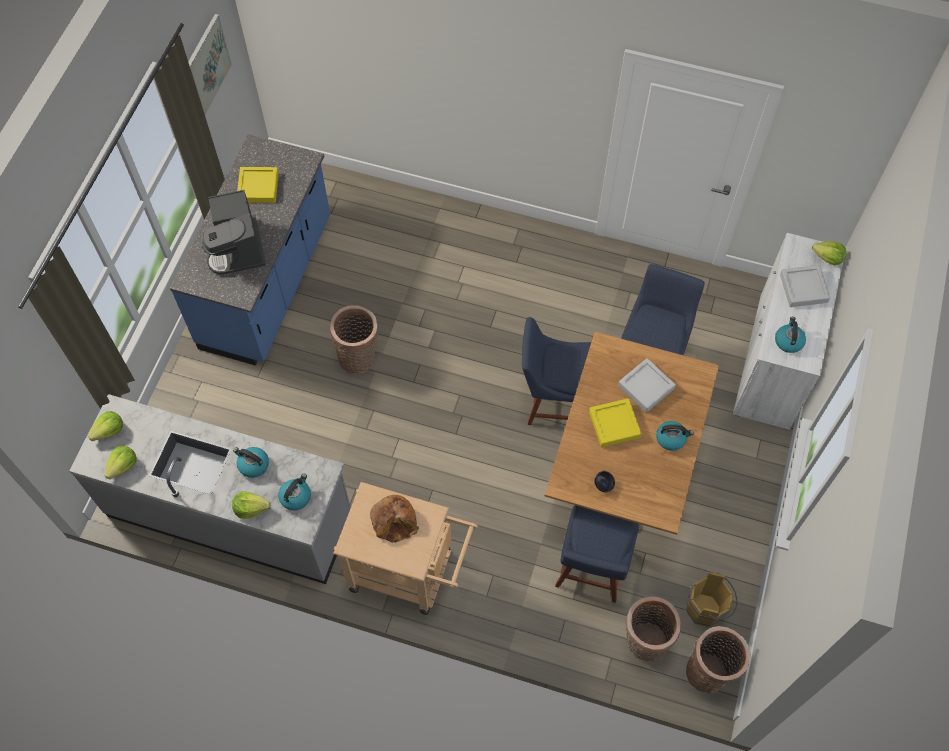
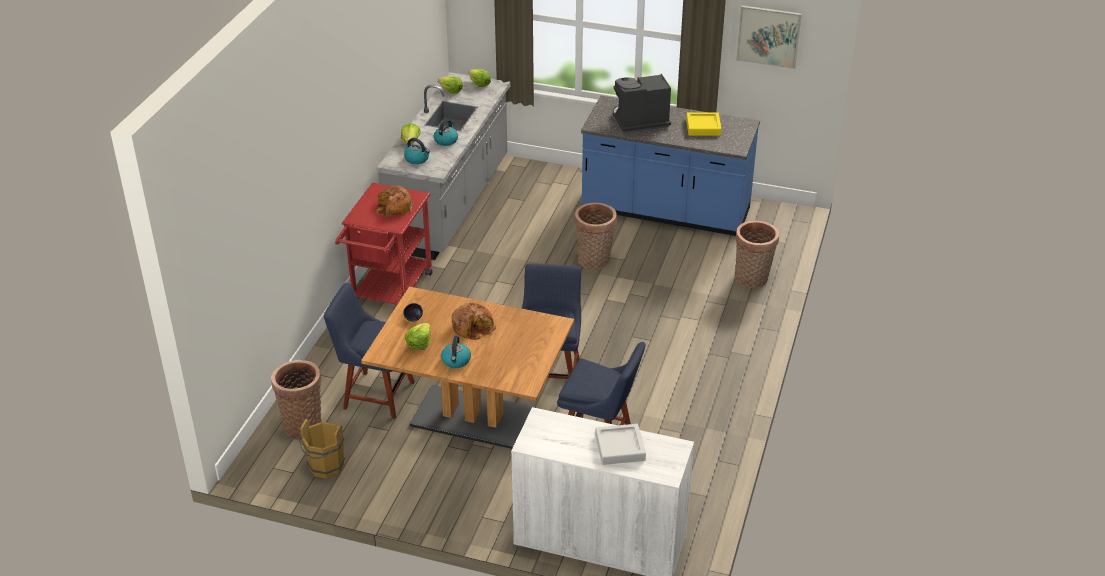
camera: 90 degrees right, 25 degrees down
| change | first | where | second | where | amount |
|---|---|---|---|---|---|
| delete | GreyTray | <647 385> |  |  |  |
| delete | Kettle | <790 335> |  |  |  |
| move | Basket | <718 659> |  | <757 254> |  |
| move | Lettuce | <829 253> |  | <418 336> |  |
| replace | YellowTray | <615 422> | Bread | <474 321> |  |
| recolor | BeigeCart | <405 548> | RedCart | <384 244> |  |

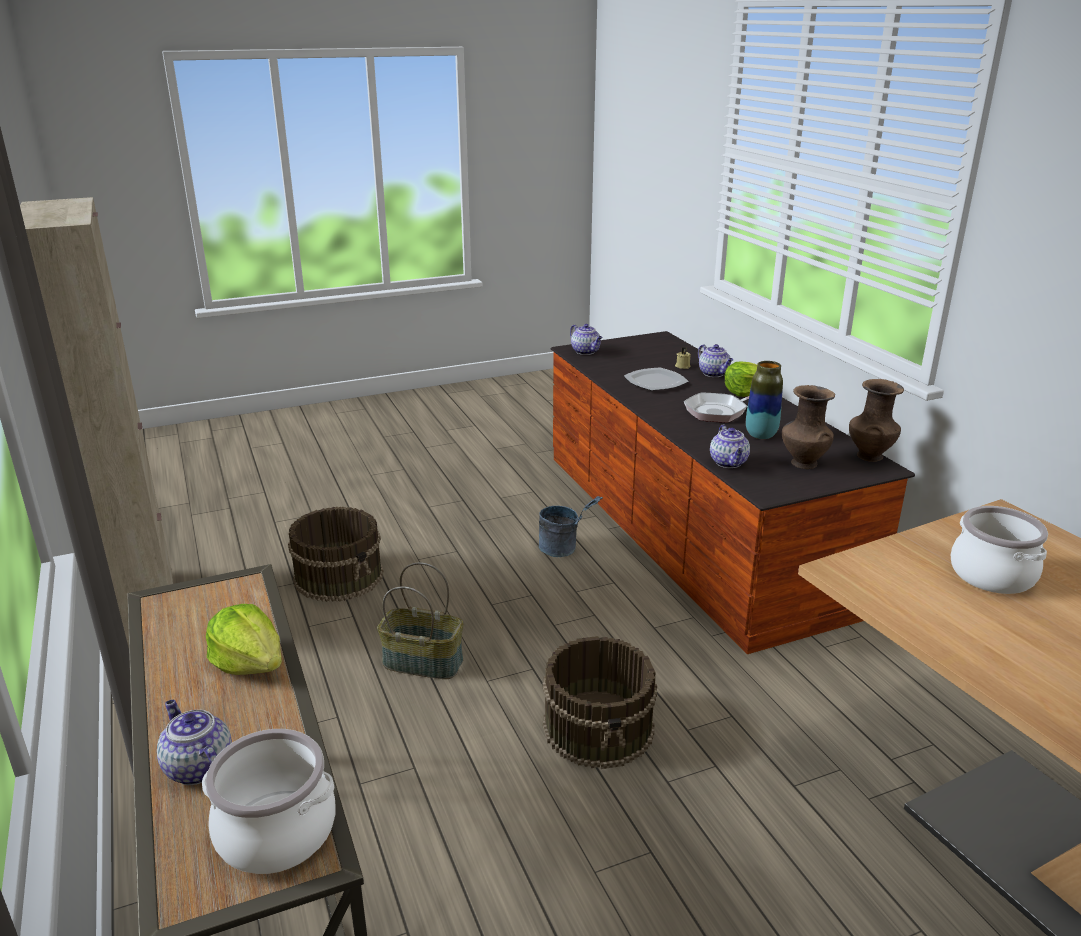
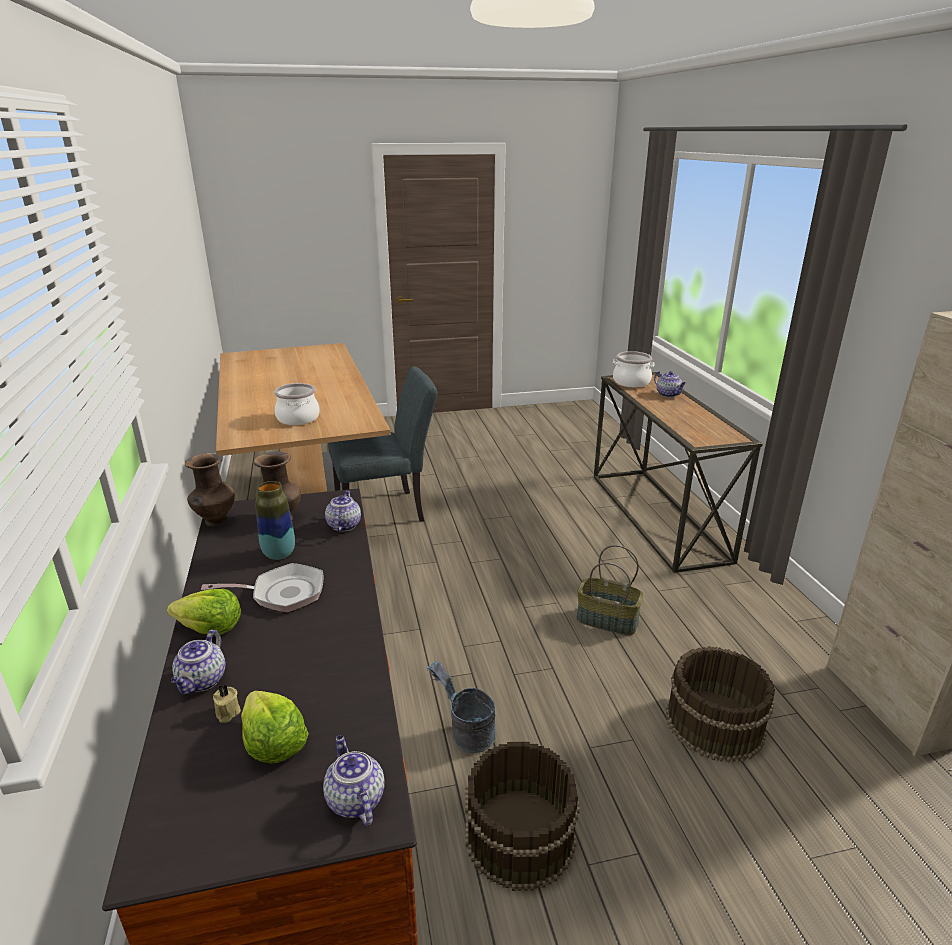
camera: 170 degrees left, 0 degrees up
| change | first | where | second | where | amount |
|---|---|---|---|---|---|
| delete | Plate | <656 379> |  |  |  |
| insert |  |  | GreyChair | <383 444> |  |
| move | Lettuce | <244 639> |  | <275 727> |  |
| move | BrownBucket | <599 702> |  | <522 816> |  |
| rotate | Teapot | <716 360> |  | <198 662> | 150 degrees counterclockwise |

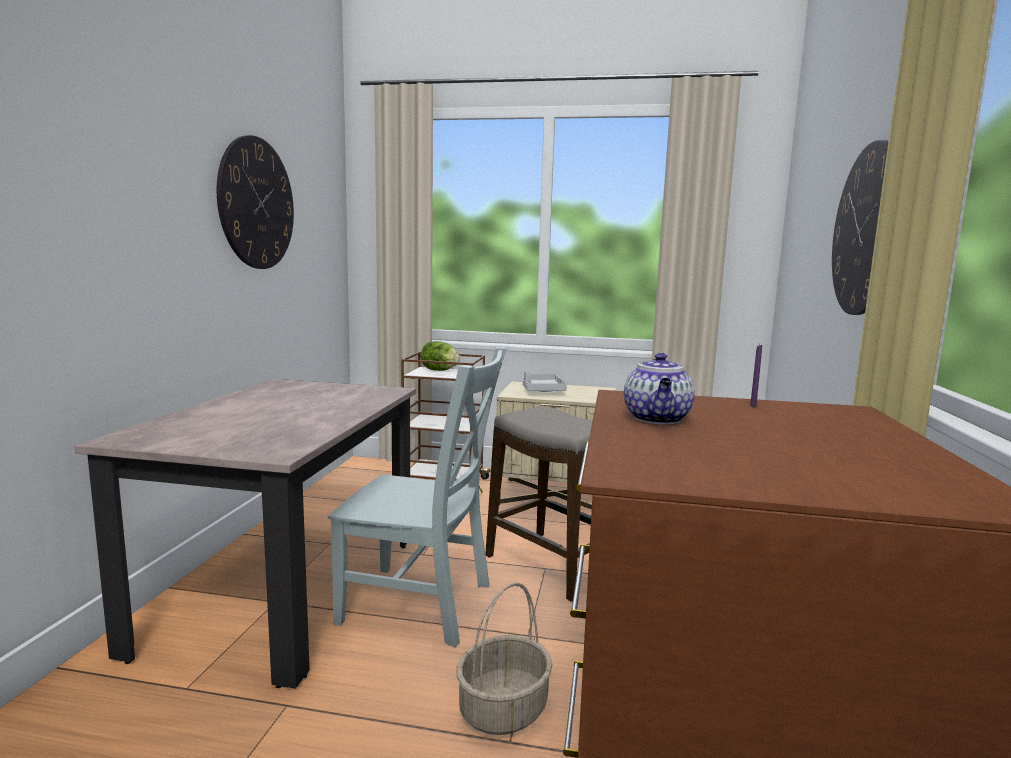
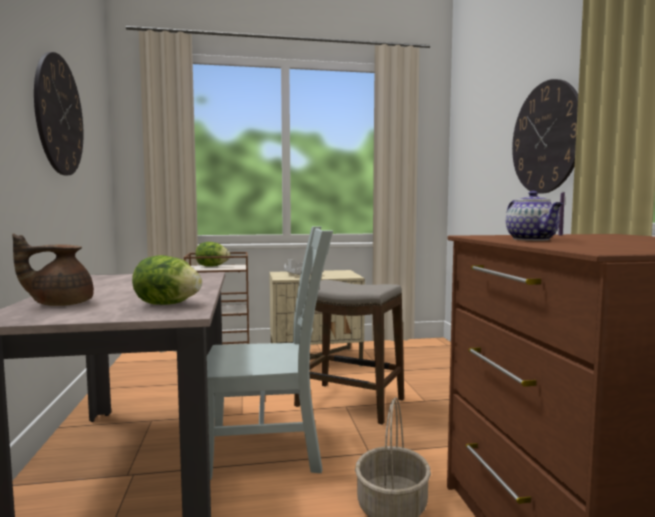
camera: 20 degrees left, 5 degrees down
| change | first | where | second | where | amount |
|---|---|---|---|---|---|
| insert |  |  | BrownTeapot | <53 269> |  |
| insert |  |  | Lettuce | <167 280> |  |

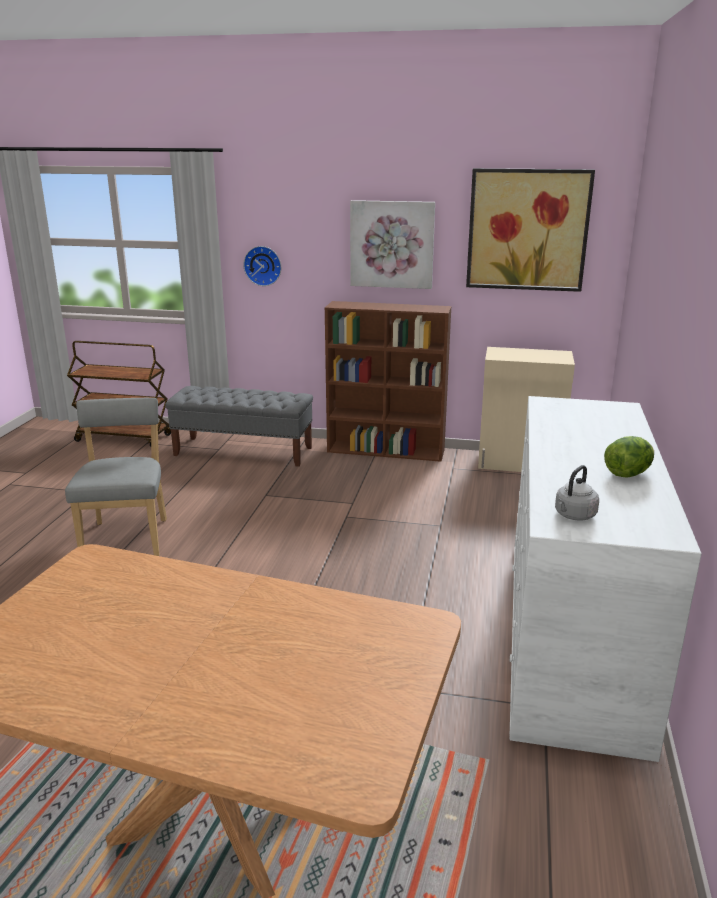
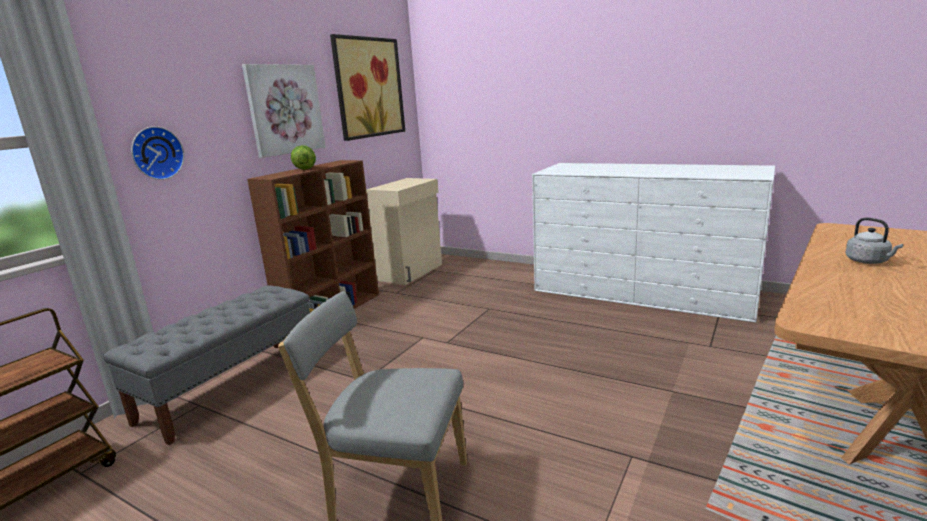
camera: 70 degrees left, 5 degrees down
| change | first | where | second | where | amount |
|---|---|---|---|---|---|
| move | GreyKettle | <577 493> |  | <875 240> |  |
| move | Lettuce | <629 456> |  | <303 157> |  |

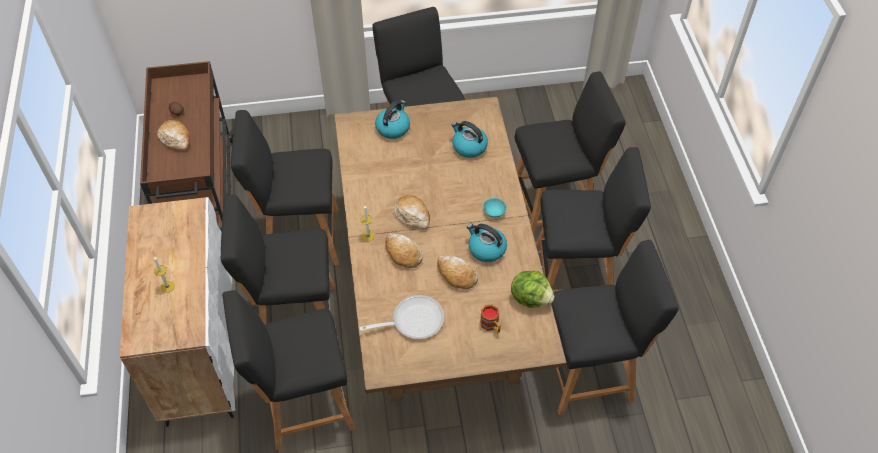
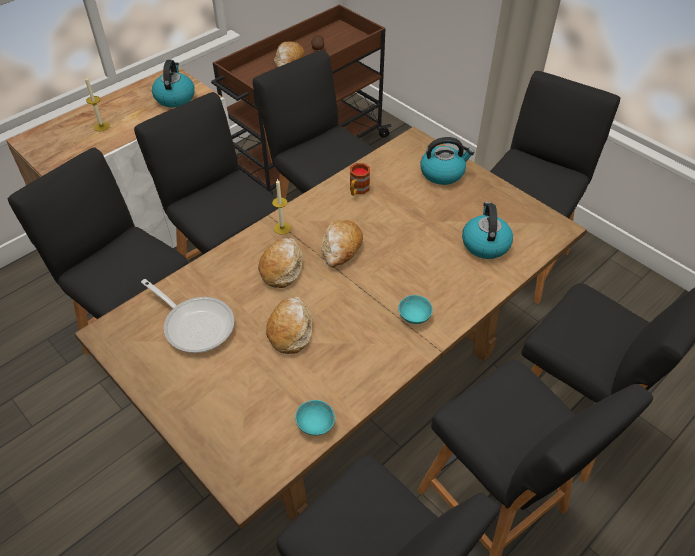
camera: 55 degrees right, 5 degrees down
| change | first | where | second | where | amount |
|---|---|---|---|---|---|
| move | Kettle | <487 242> |  | <173 84> |  |
| move | Mug | <490 319> |  | <360 179> |  |
| replace | Lettuce | <532 289> | TurquoiseBowl | <315 418> |  |

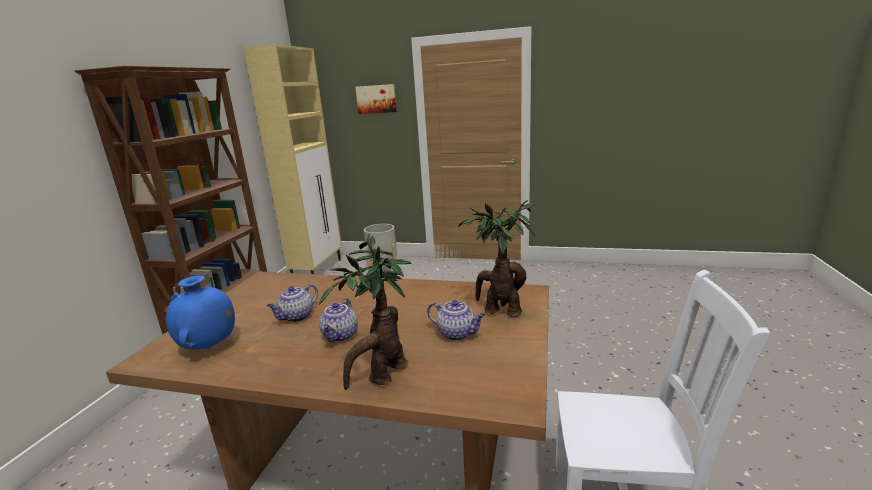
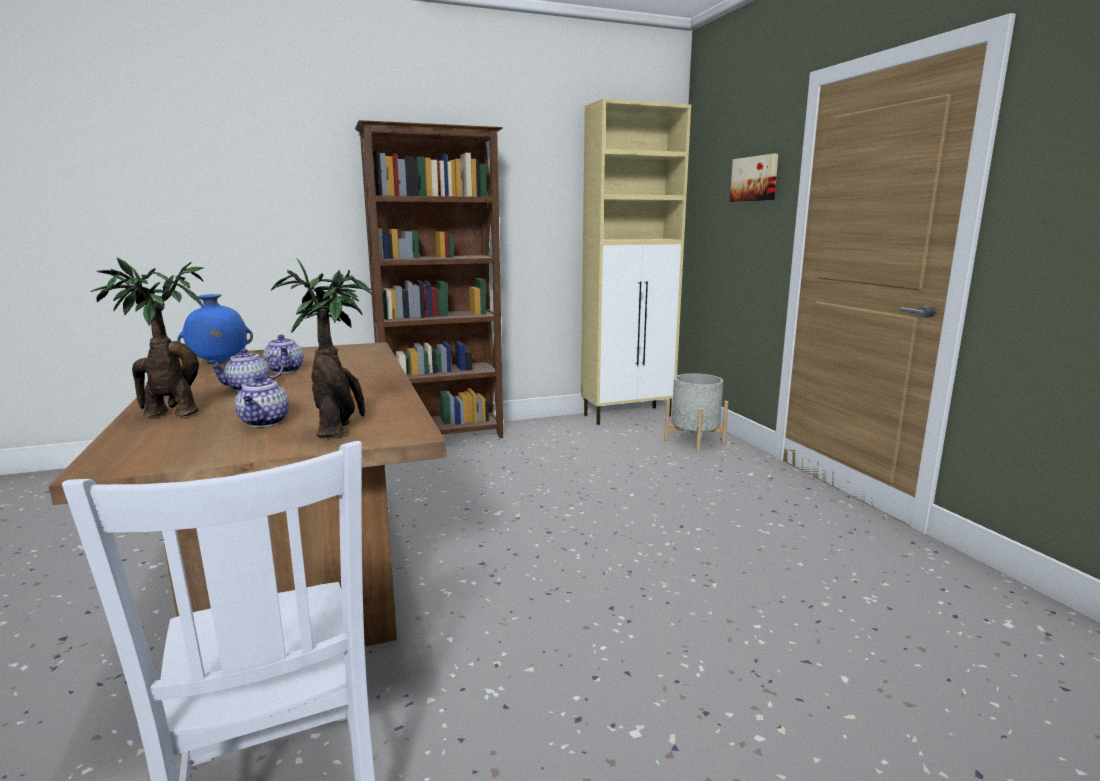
camera: 55 degrees right, 5 degrees down
| change | first | where | second | where | amount |
|---|---|---|---|---|---|
| rotate | Teapot | <292 303> |  | <283 354> | 120 degrees counterclockwise |

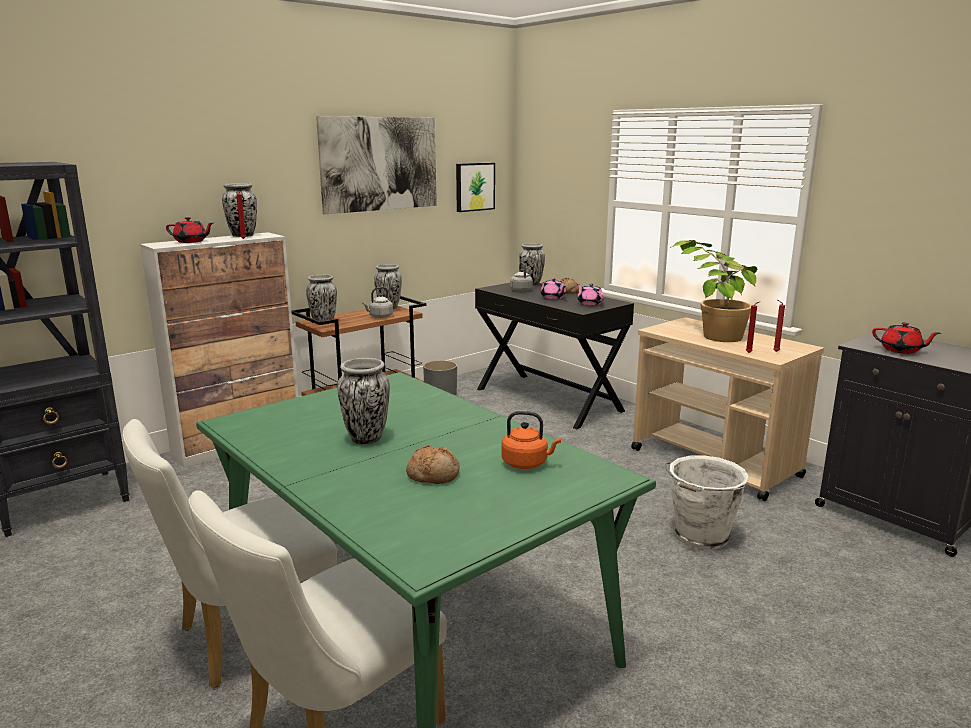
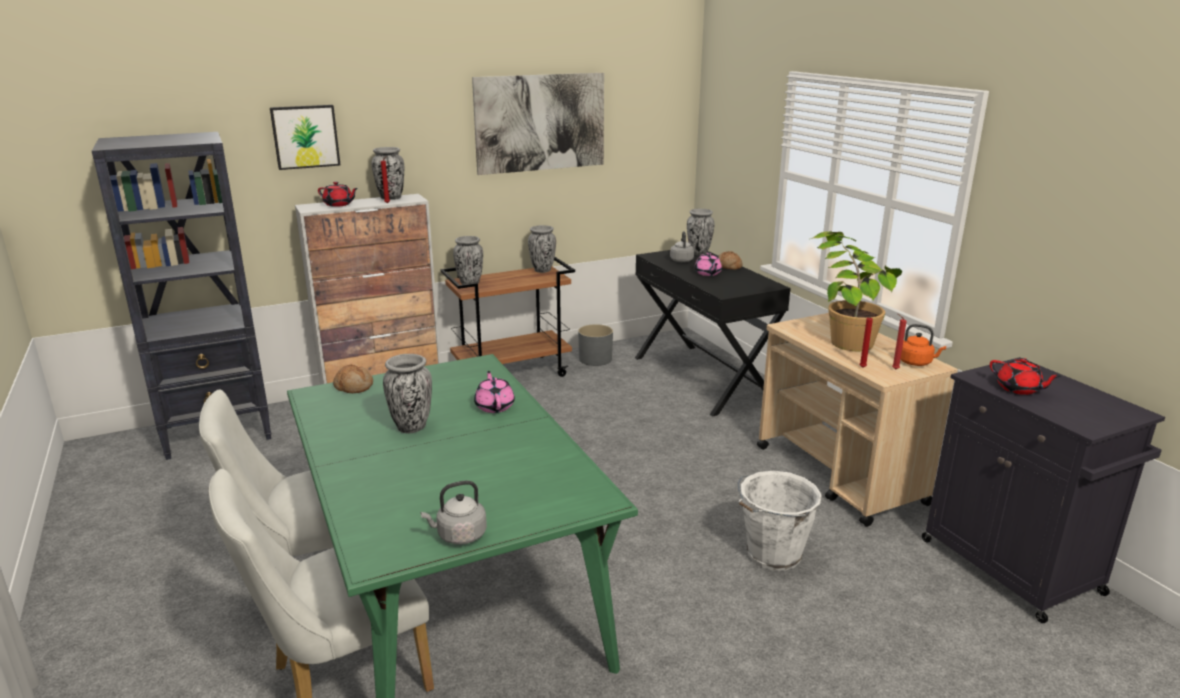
camera: 15 degrees right, 5 degrees up
| change | first | where | second | where | amount |
|---|---|---|---|---|---|
| move | GreyKettle | <377 302> |  | <454 512> |  |
| move | Bread | <433 464> |  | <353 378> |  |
| move | Picture | <475 187> |  | <305 137> |  |
| move | OrangeKettle | <531 440> |  | <923 345> |  |
| move | PinkTeapot | <590 294> |  | <494 392> |  |

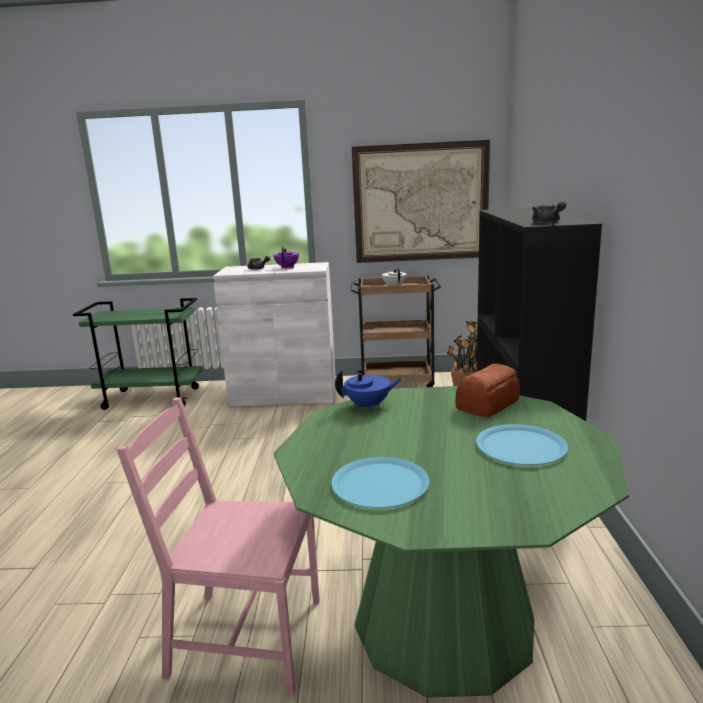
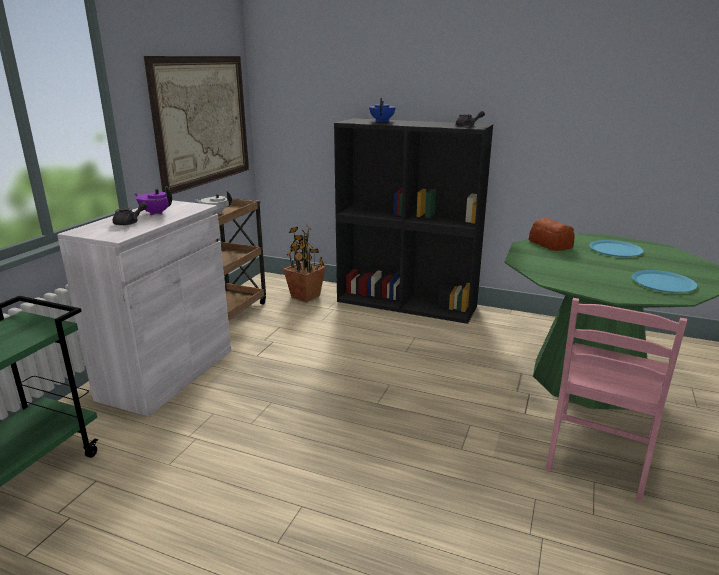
camera: 70 degrees left, 5 degrees up
| change | first | where | second | where | amount |
|---|---|---|---|---|---|
| move | BlueTeapot | <368 390> |  | <382 110> |  |

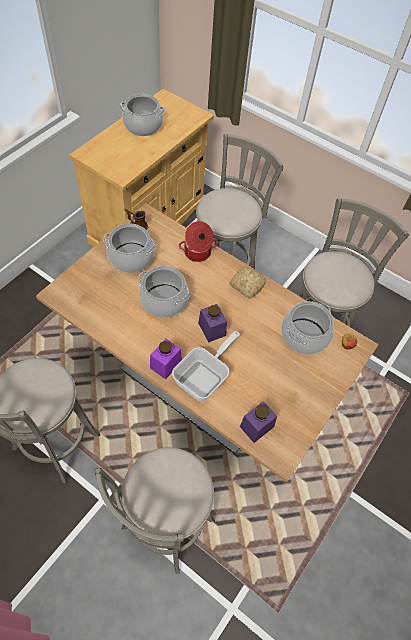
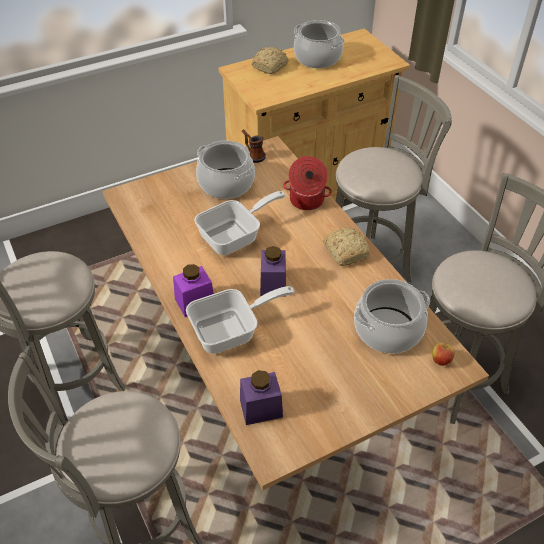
camera: 30 degrees right, 10 degrees down
| change | first | where | second | where | amount |
|---|---|---|---|---|---|
| insert |  |  | Bread | <270 60> |  |
| replace | CookingPot | <164 292> | FryingPan | <239 223> |  |

